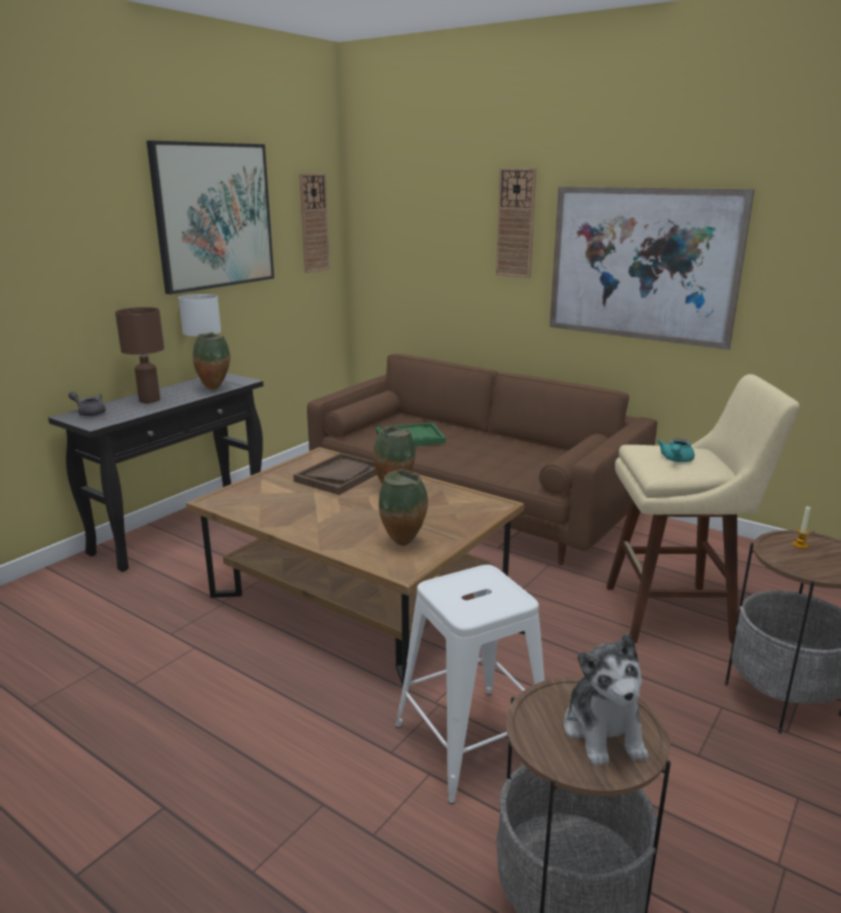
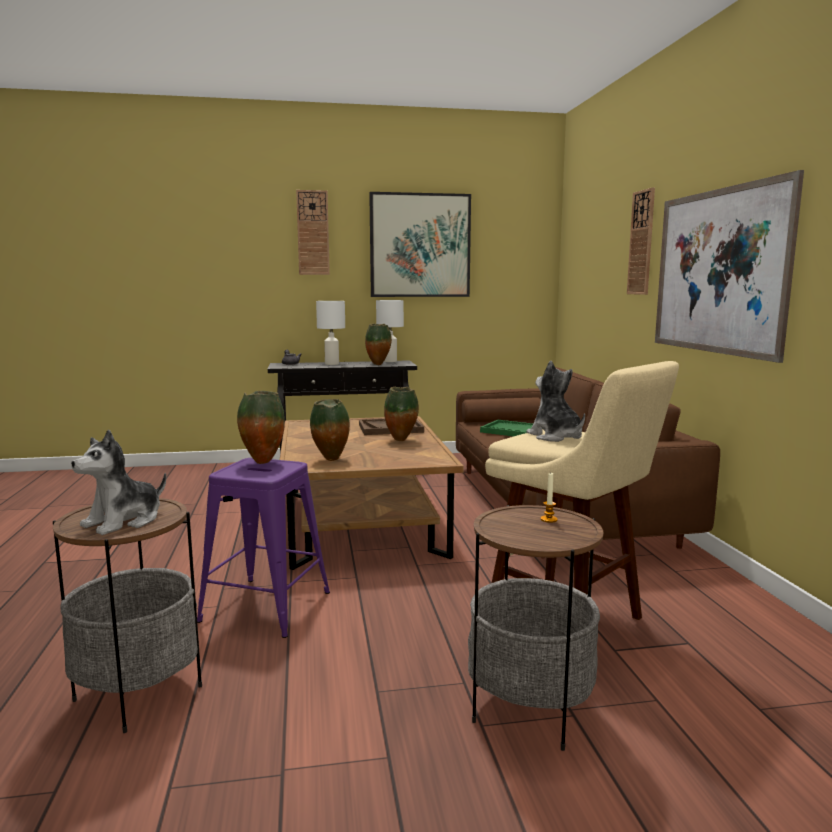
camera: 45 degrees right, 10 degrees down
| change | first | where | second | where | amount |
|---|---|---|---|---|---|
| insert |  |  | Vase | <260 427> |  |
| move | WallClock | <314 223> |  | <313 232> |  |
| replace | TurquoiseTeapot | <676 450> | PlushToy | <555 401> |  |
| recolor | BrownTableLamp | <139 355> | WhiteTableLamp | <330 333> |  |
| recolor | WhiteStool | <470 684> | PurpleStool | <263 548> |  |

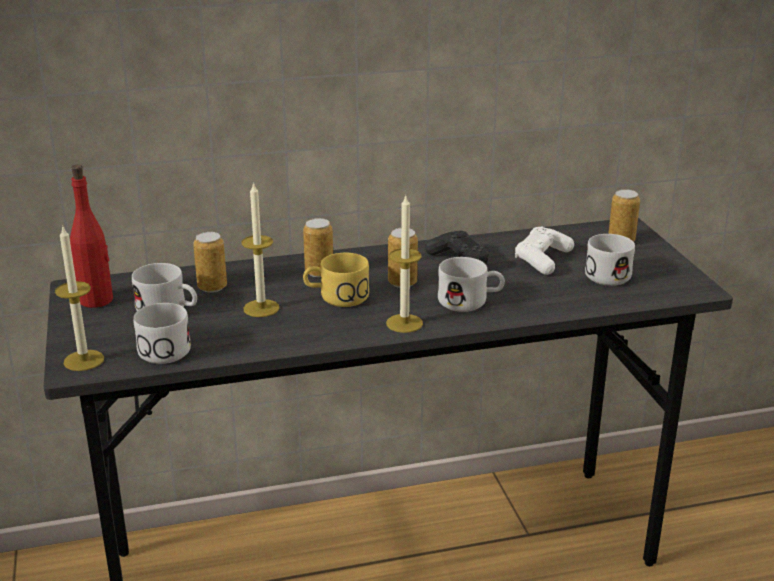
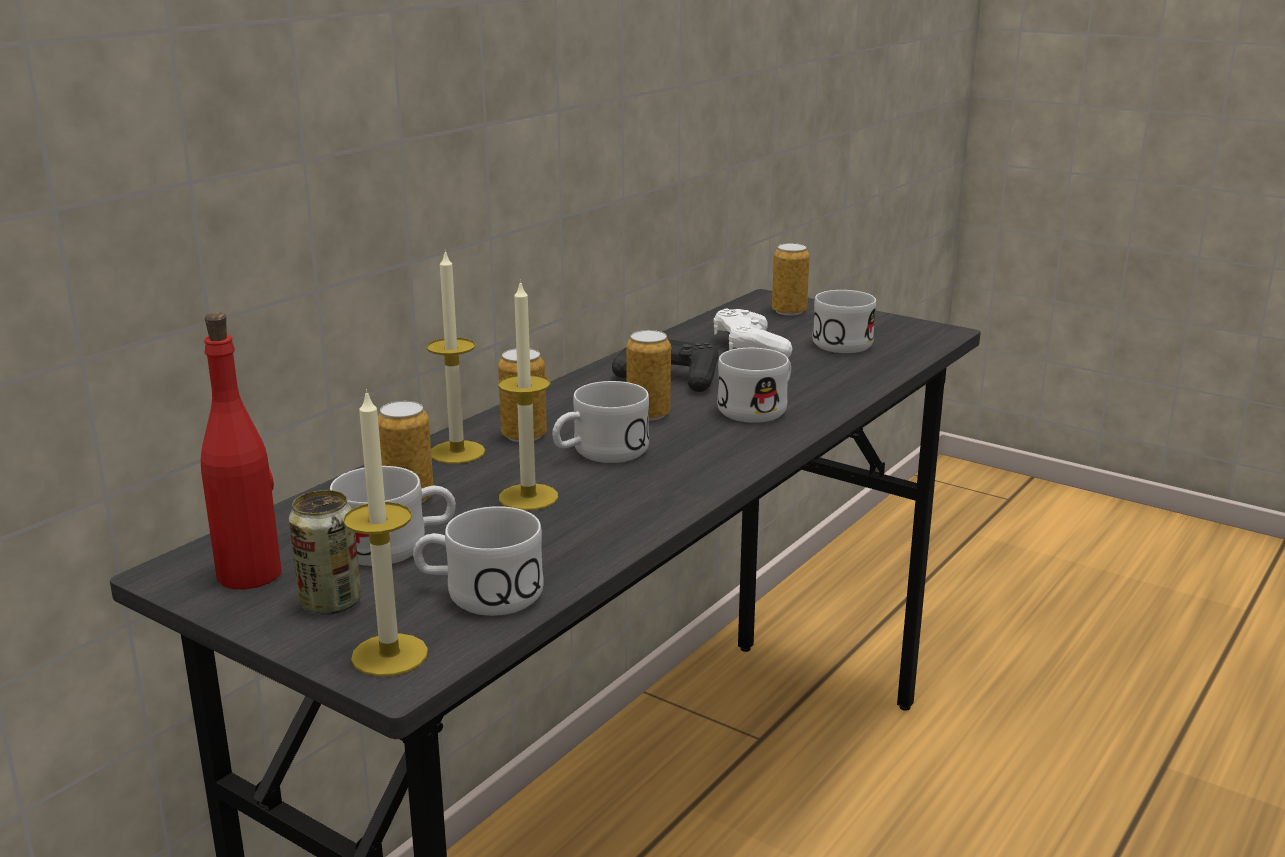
camera: 40 degrees left, 5 degrees down
| change | first | where | second | where | amount |
|---|---|---|---|---|---|
| insert |  |  | Can | <325 552> |  |
| move | Candle | <404 264> |  | <455 357> |  |
| recolor | YellowMug | <336 280> | WhiteMug | <600 422> |  |

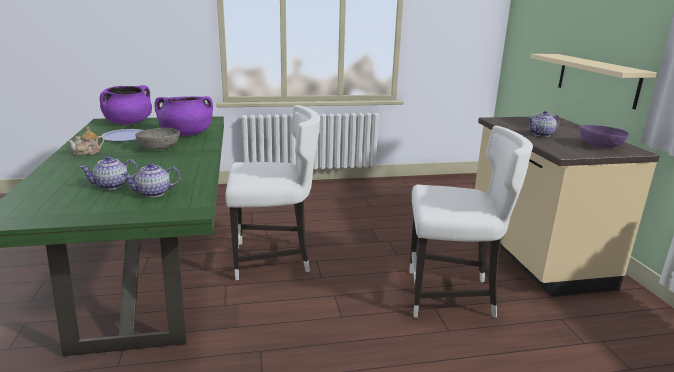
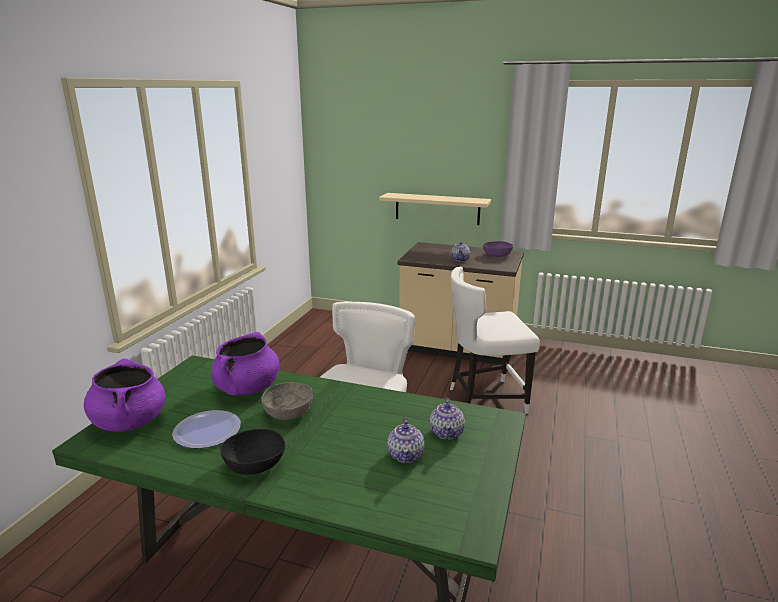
camera: 60 degrees left, 0 degrees up
| change | first | where | second | where | amount |
|---|---|---|---|---|---|
| replace | Teapot | <86 141> | BlackBowl | <252 452> |  |
| rotate | WhiteChair | <471 222> |  | <495 340> | 135 degrees counterclockwise |

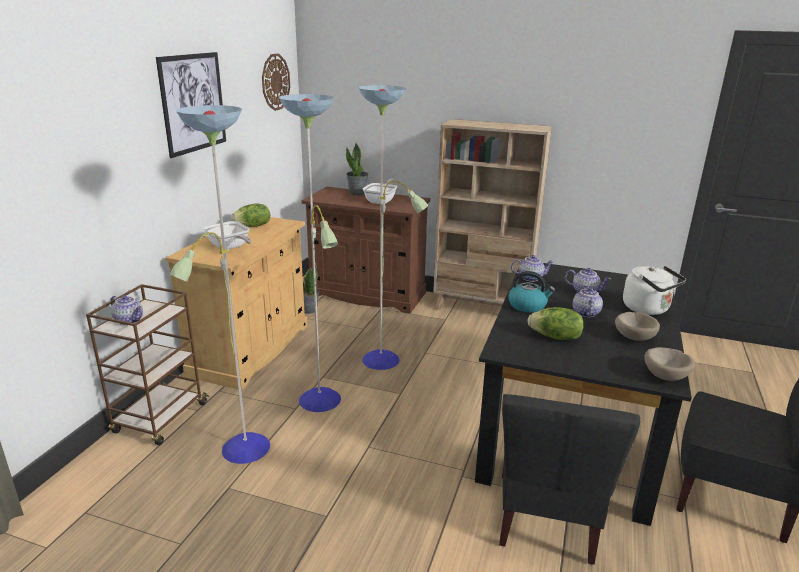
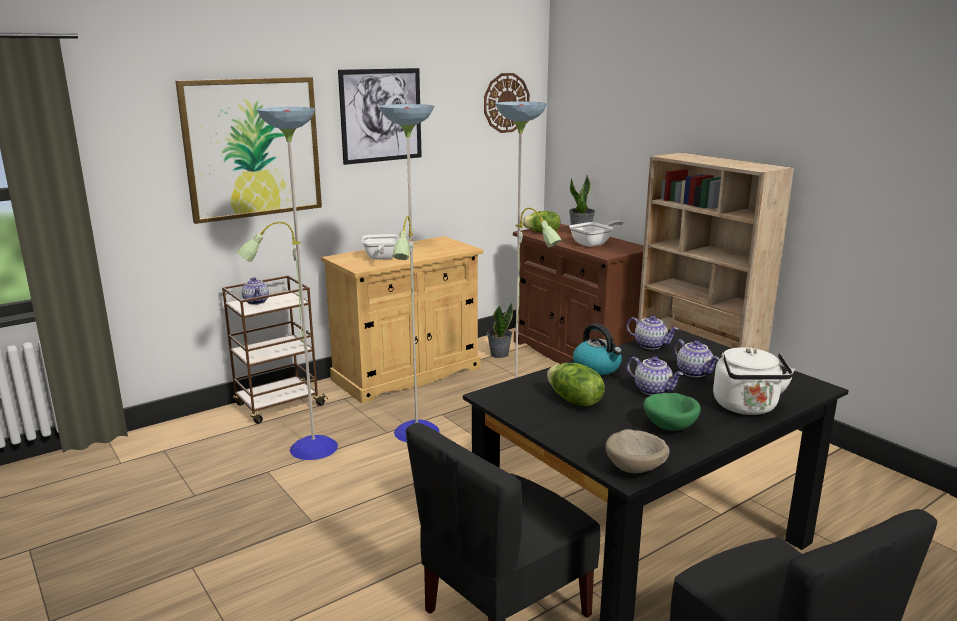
camera: 35 degrees right, 5 degrees down
| change | first | where | second | where | amount |
|---|---|---|---|---|---|
| insert |  |  | Picture | <248 150> |  |
| move | Lettuce | <250 215> |  | <541 222> |  |
| recolor | BeigeBowl | <637 326> | GreenBowl | <672 412> |  |
| rotate | Teapot | <588 301> |  | <655 375> | 90 degrees clockwise |

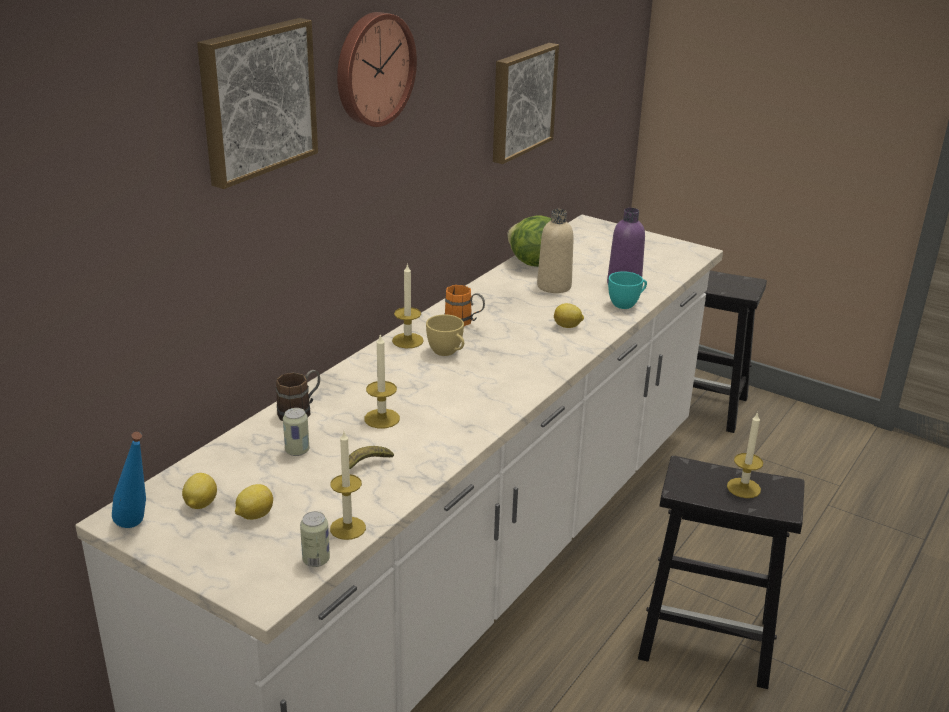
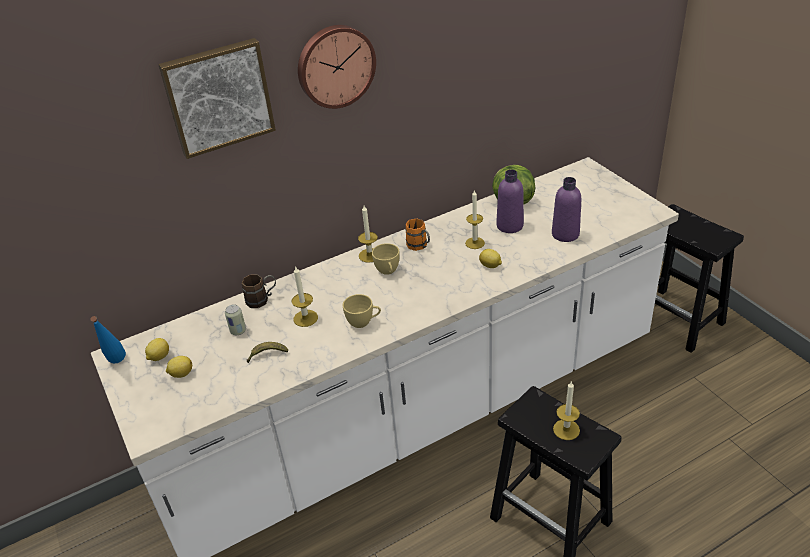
camera: 30 degrees right, 10 degrees up
| change | first | where | second | where | amount |
|---|---|---|---|---|---|
| delete | Can | <315 539> |  |  |  |
| delete | Picture | <526 103> |  |  |  |
| delete | TurquoiseCup | <627 290> |  |  |  |
| insert |  |  | YellowCup | <362 311> |  |
| move | Candle | <348 486> |  | <475 219> |  |
| recolor | BeigeBottle | <555 251> | PurpleBottle | <510 201> |  |

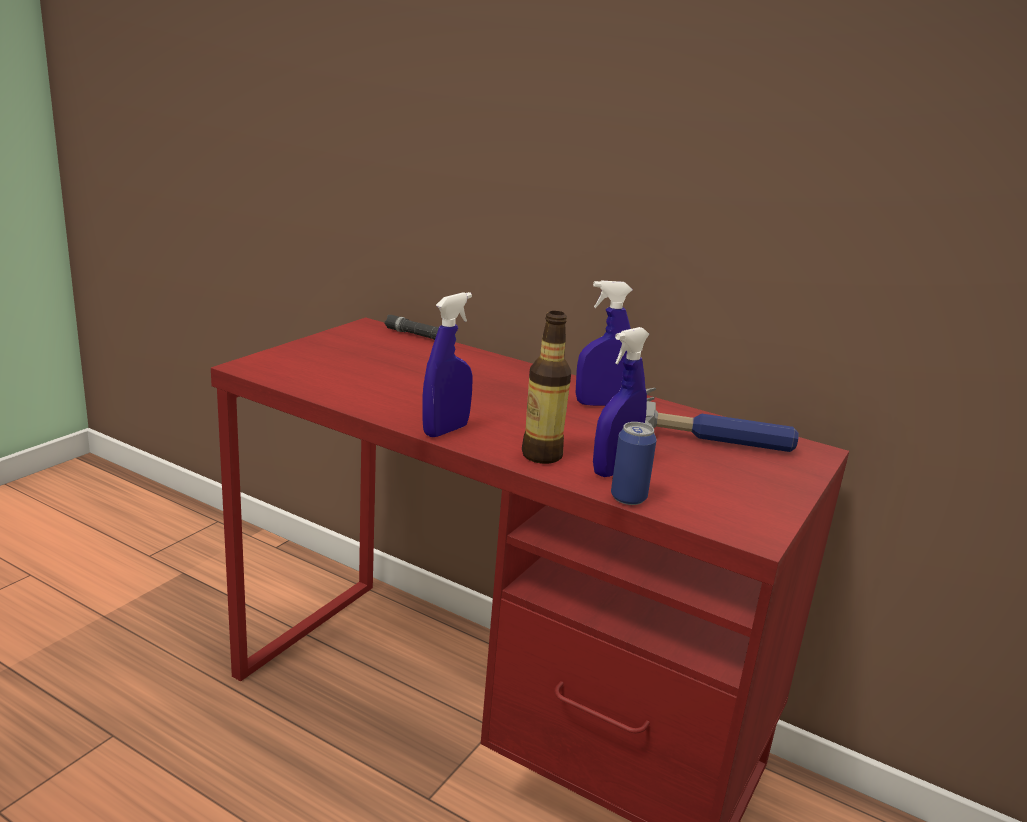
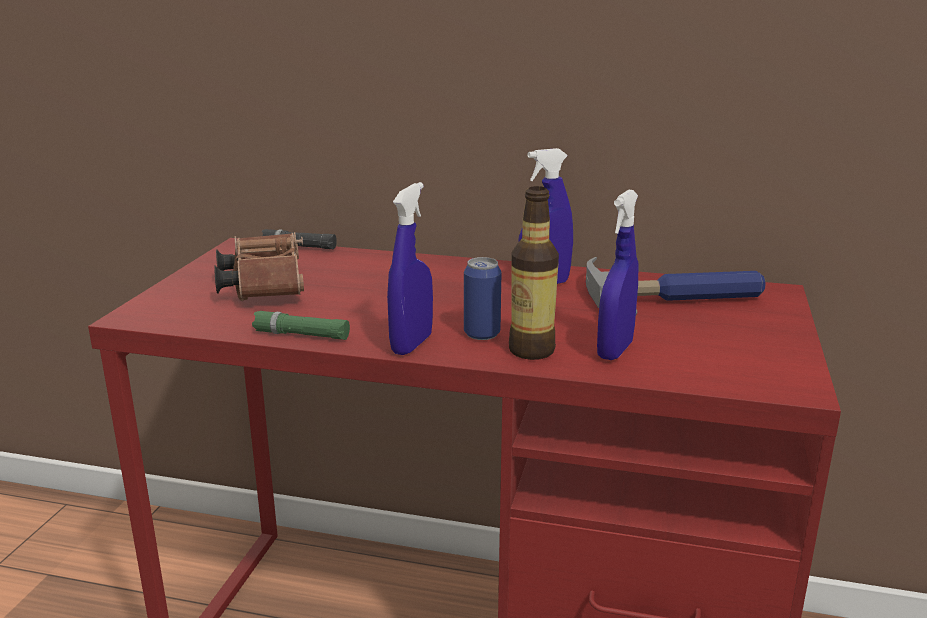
camera: 15 degrees left, 0 degrees up
| change | first | where | second | where | amount |
|---|---|---|---|---|---|
| insert |  |  | BrownBinoculars | <259 266> |  |
| insert |  |  | GreenFlashlight | <301 325> |  |
| move | Can | <634 463> |  | <483 298> |  |

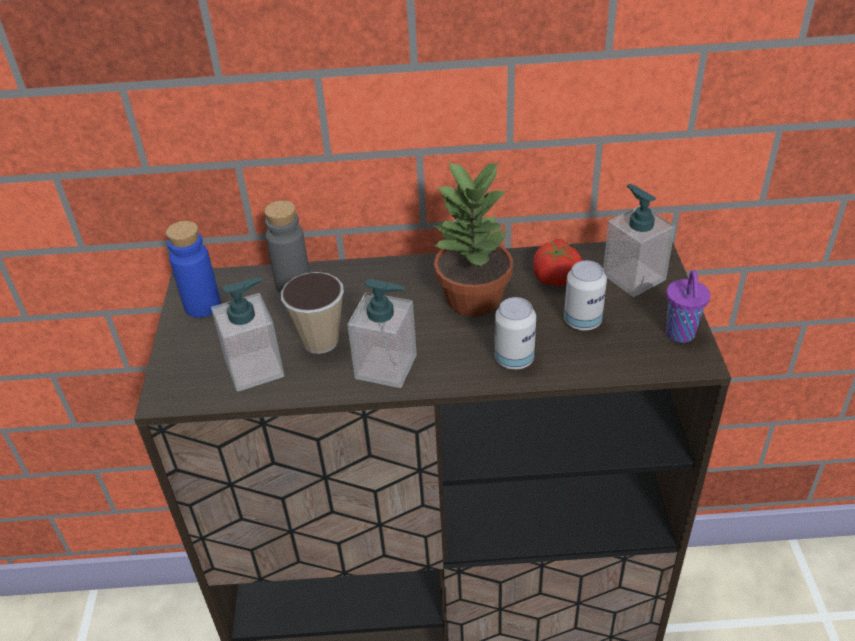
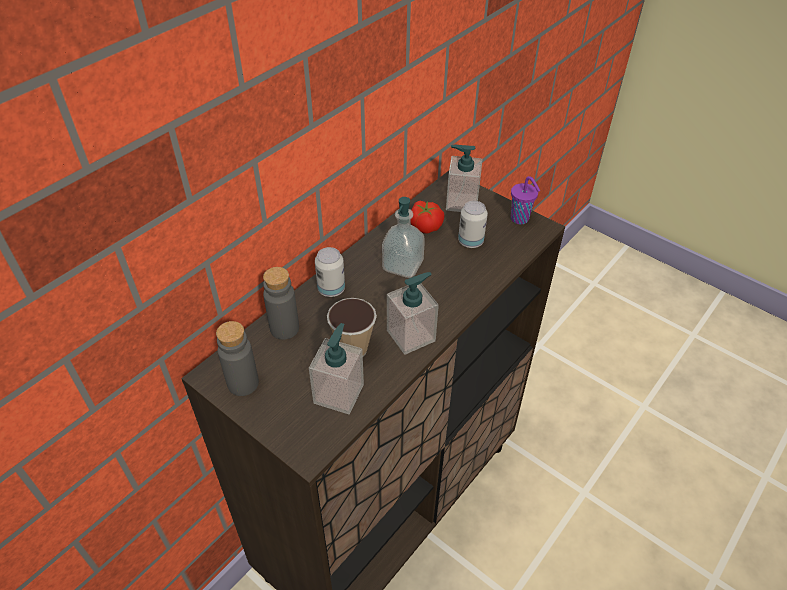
camera: 50 degrees left, 5 degrees up
| change | first | where | second | where | amount |
|---|---|---|---|---|---|
| move | Can | <515 333> |  | <330 272> |  |
| replace | PottedPlant | <472 238> | SoapDispenser | <403 237> |  |
| recolor | BlueBottle | <193 269> | GreyBottle | <237 358> |  |

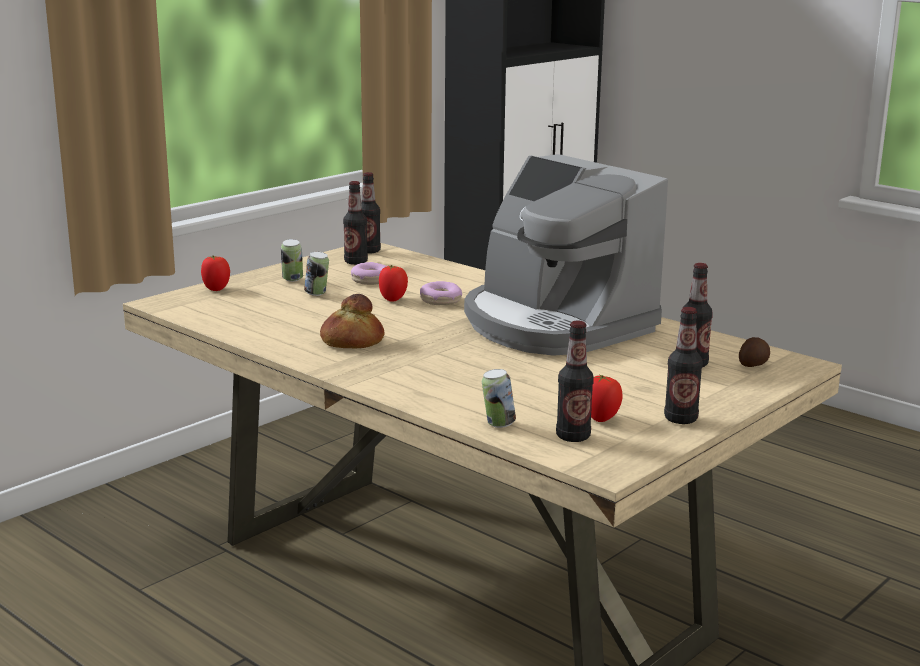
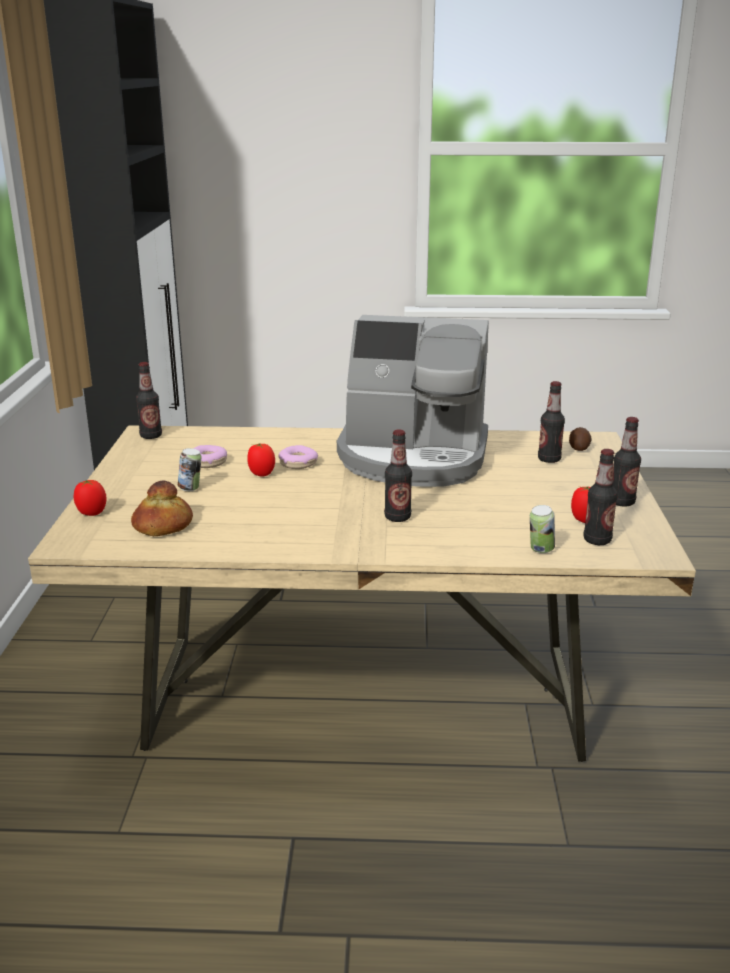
camera: 40 degrees left, 5 degrees up
| change | first | where | second | where | amount |
|---|---|---|---|---|---|
| delete | Can | <292 260> |  |  |  |
| move | Bread | <352 321> |  | <162 508> |  |
| move | Bottle | <355 223> |  | <398 475> |  |

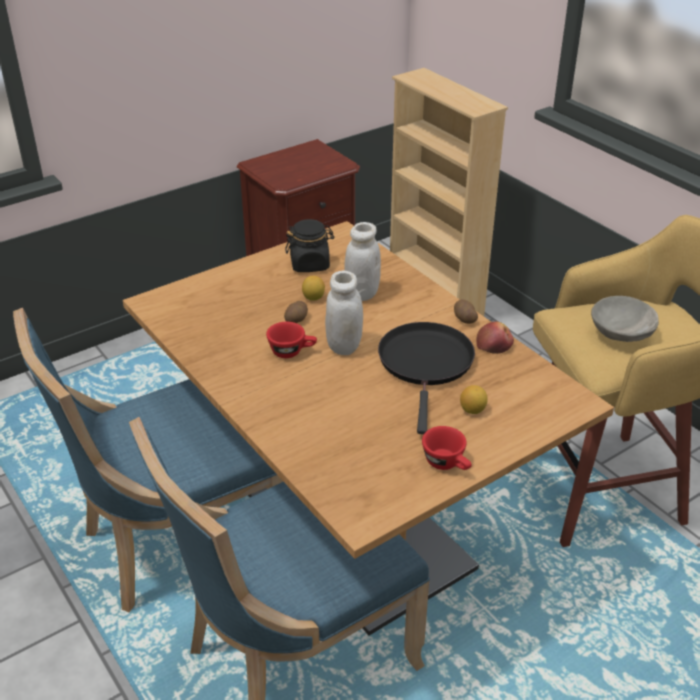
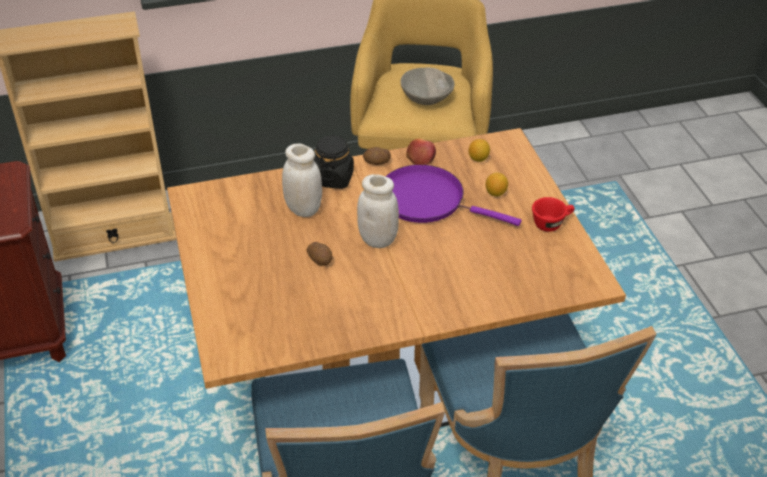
camera: 70 degrees left, 5 degrees up
| change | first | where | second | where | amount |
|---|---|---|---|---|---|
| delete | RedCup | <291 340> |  |  |  |
| move | BlackJar | <309 245> |  | <334 162> |  |
| move | Lemon | <313 288> |  | <479 150> |  |
| recolor | BlackFryingPan | <426 378> | PurpleFryingPan | <453 195> |  |

